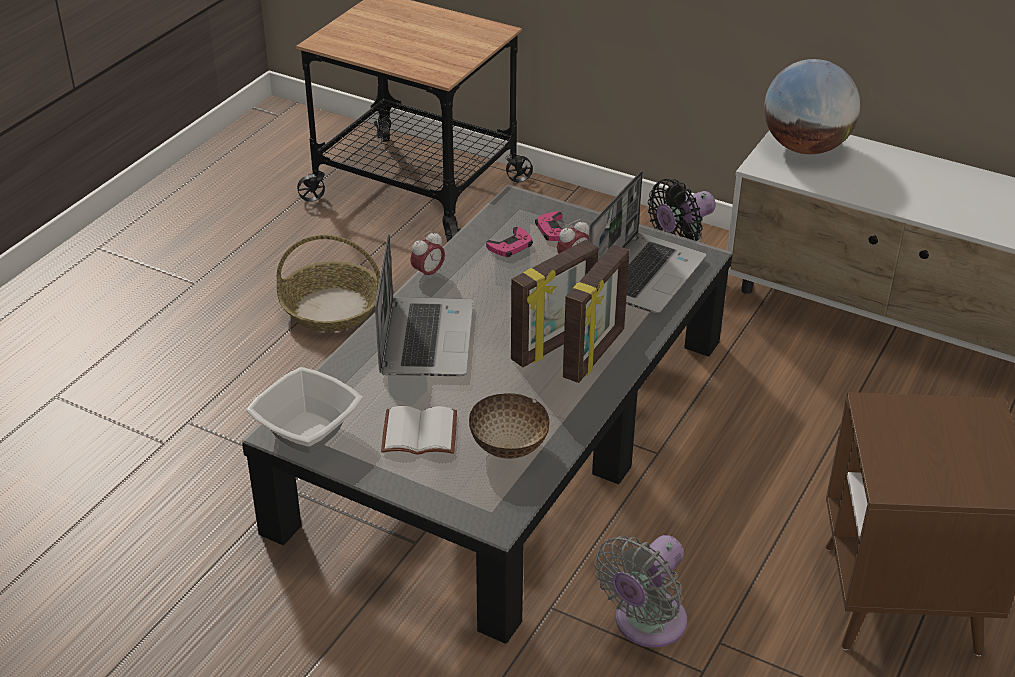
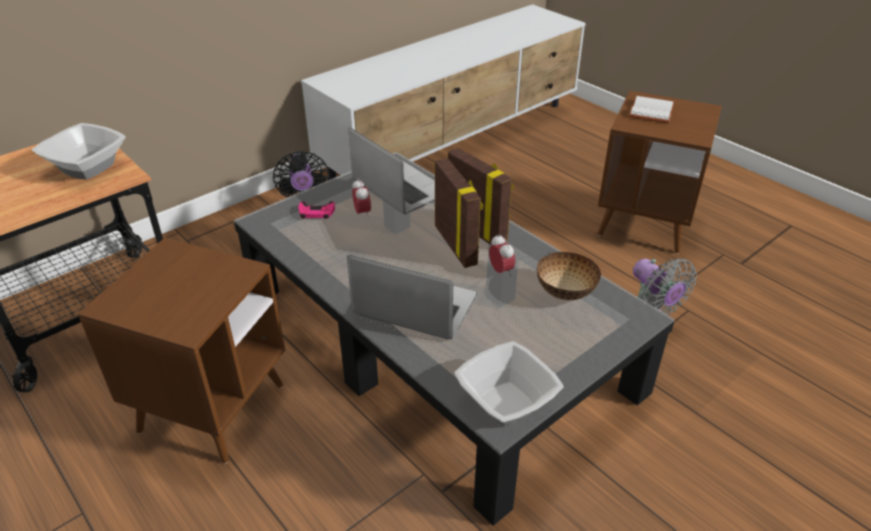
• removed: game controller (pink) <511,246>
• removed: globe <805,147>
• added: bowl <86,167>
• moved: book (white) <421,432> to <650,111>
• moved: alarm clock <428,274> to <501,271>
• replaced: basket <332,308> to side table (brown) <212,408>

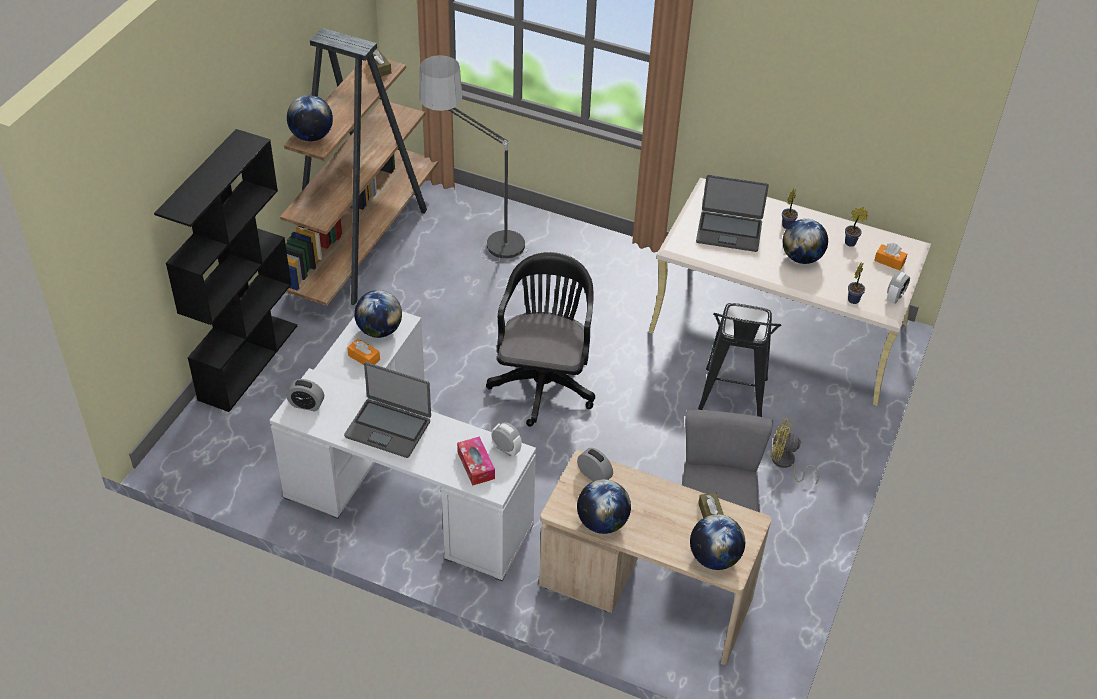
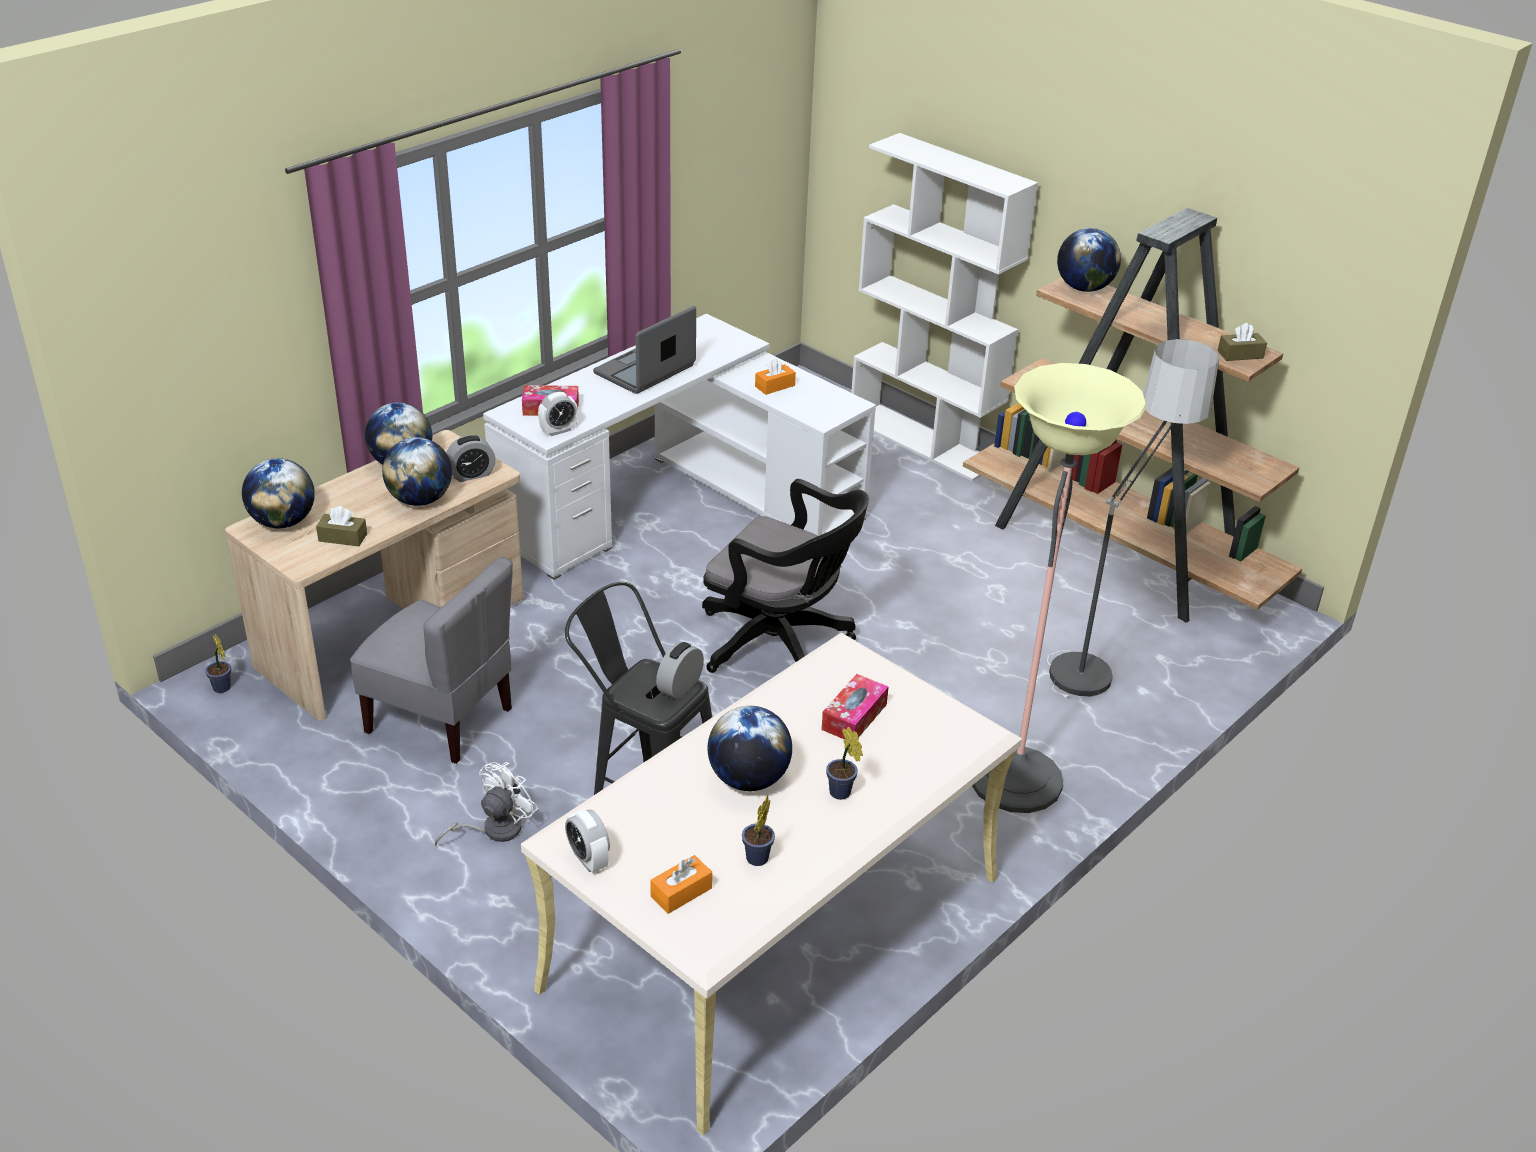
• added: floor lamp <1015,780>
• moved: alarm clock <306,404> to <680,687>
• moved: globe <379,330> to <420,500>
• moved: potted plant <854,299> to <223,689>
• replaced: laptop <729,231> to tissue box <854,717>
• recoloured: bookcase (black) <248,361> to bookcase (white) <924,442>
• recoloured: fan (yellow) <785,463> to fan (white) <493,829>

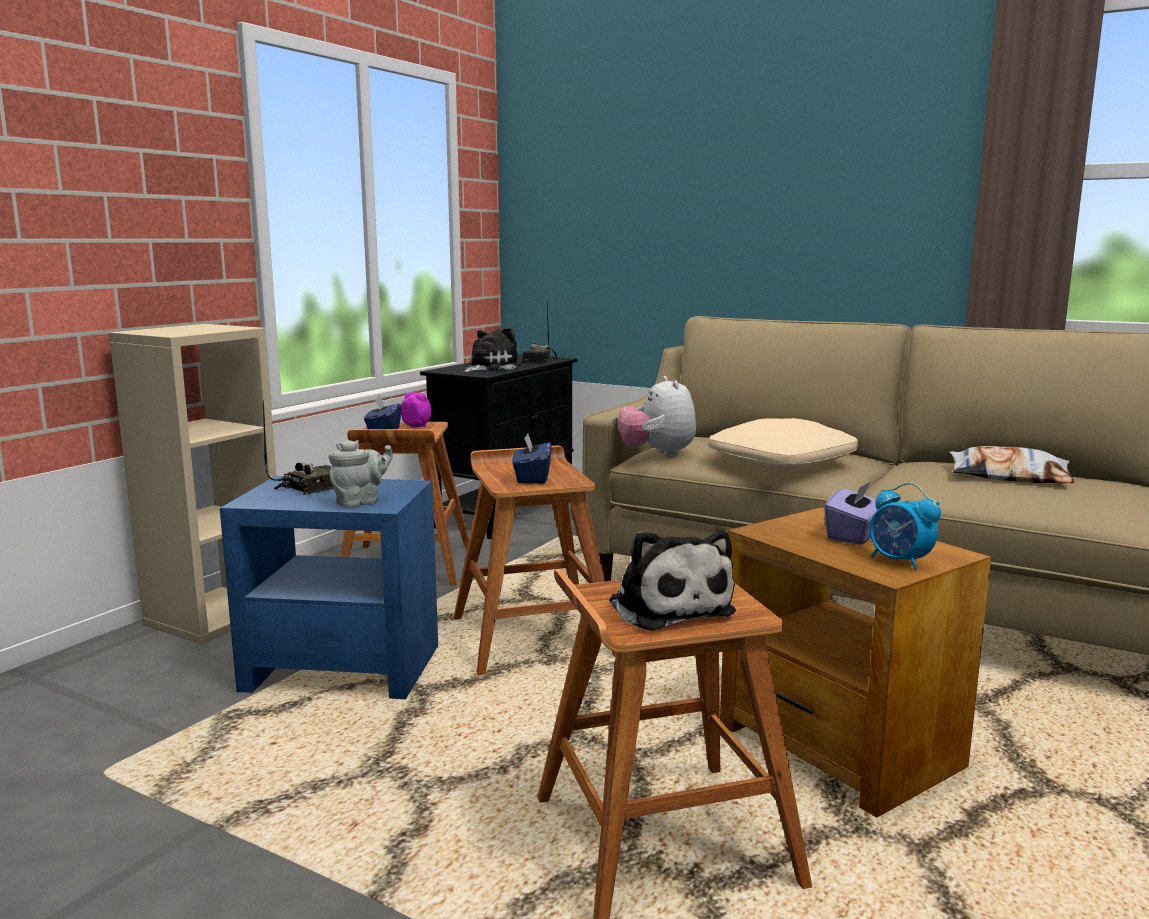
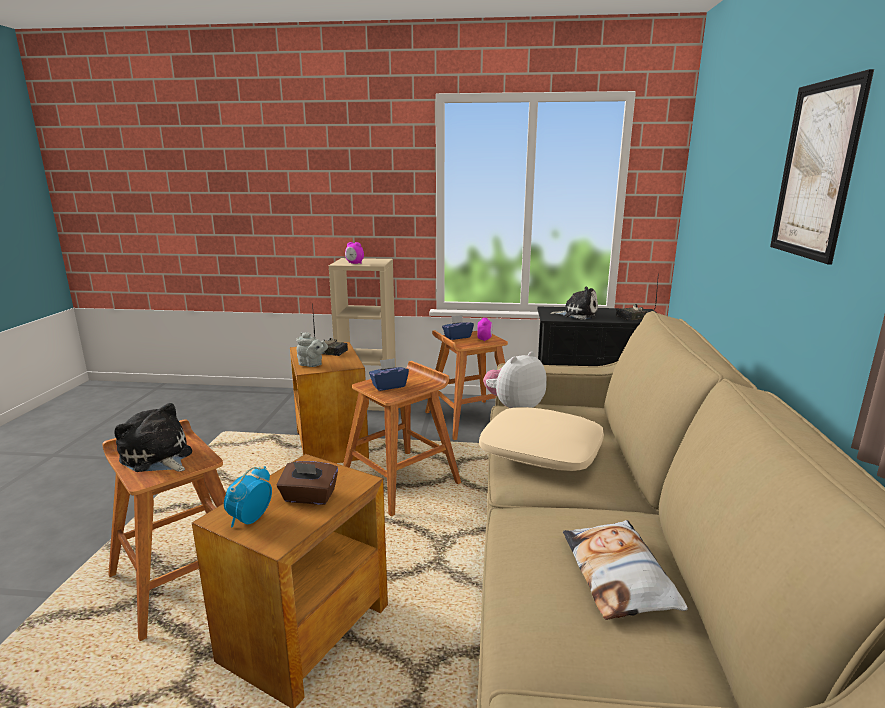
• added: alarm clock <354,263>
• added: picture <816,171>
• recoloured: side table (blue) <341,668> to side table (brown) <331,444>
• recoloured: tissue box (purple) <854,535> to tissue box (brown) <309,497>
• turned: plush toy <668,607> = <158,458> 90 degrees clockwise

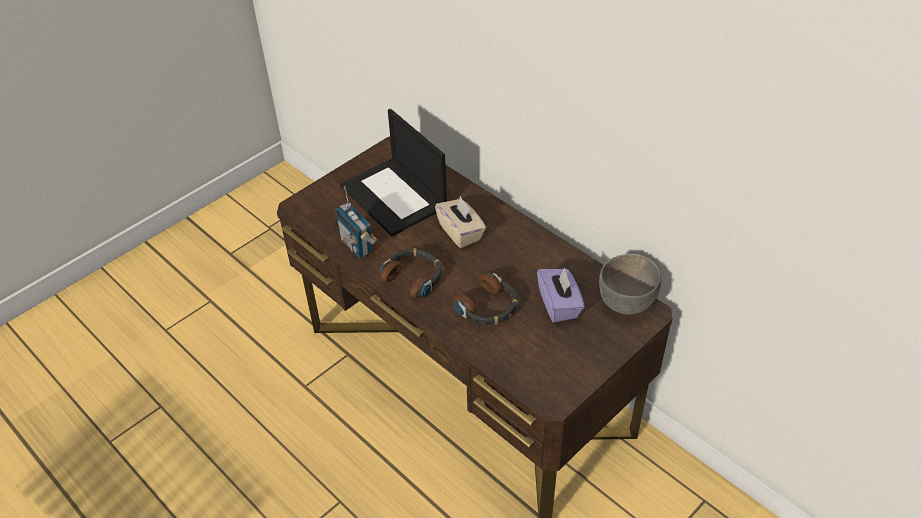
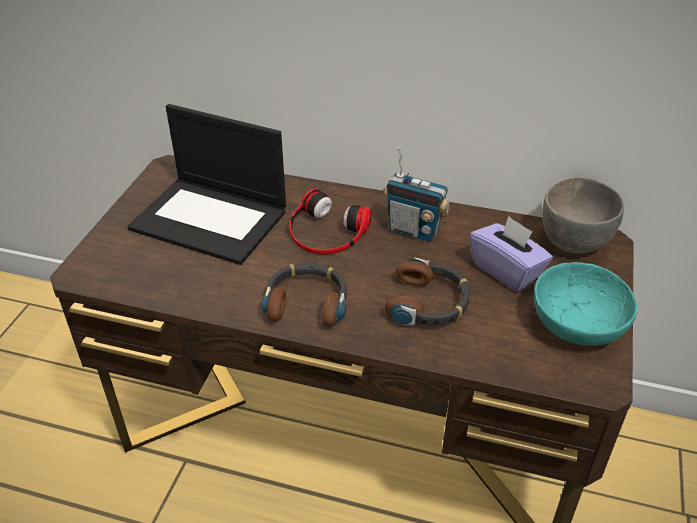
• added: bowl (turquoise) <576,324>
• moved: radio <357,246> to <414,230>
• replaced: tissue box (beige) <461,232> to headphones <326,232>

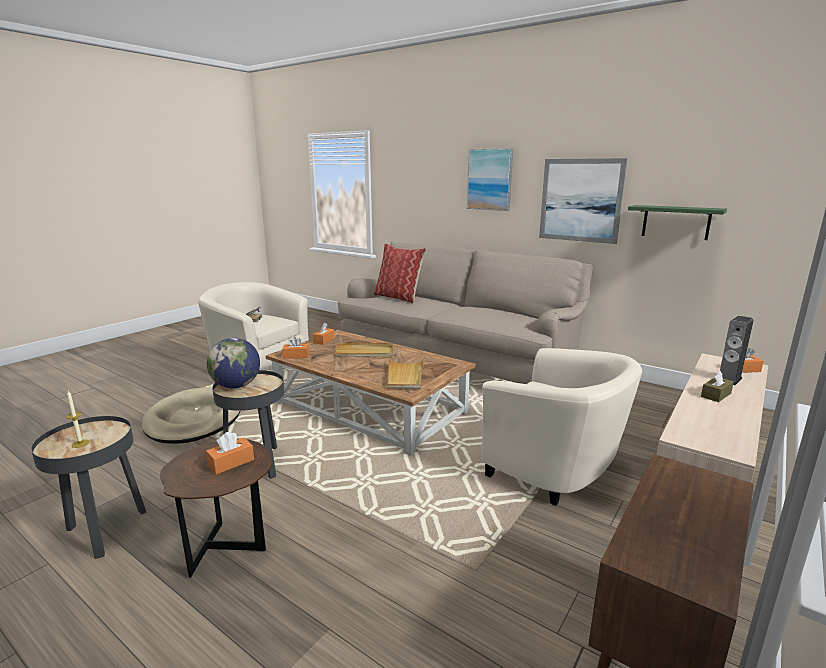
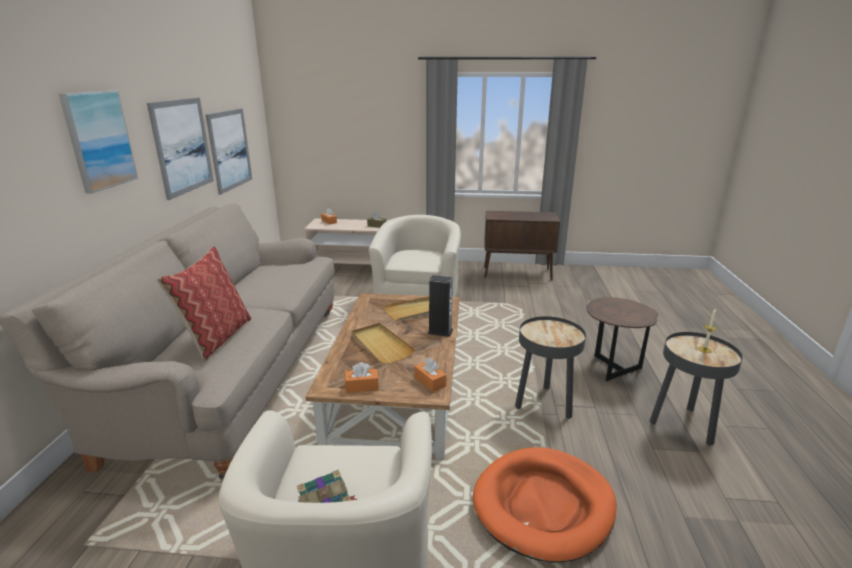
• removed: tissue box (orange) <231,462>
• removed: globe <236,386>
• moved: speaker <729,379> to <440,331>
• replaced: shelf (green) <676,222> to picture <230,149>
• recoloured: dog bed (beige) <194,419> to dog bed (orange) <543,505>

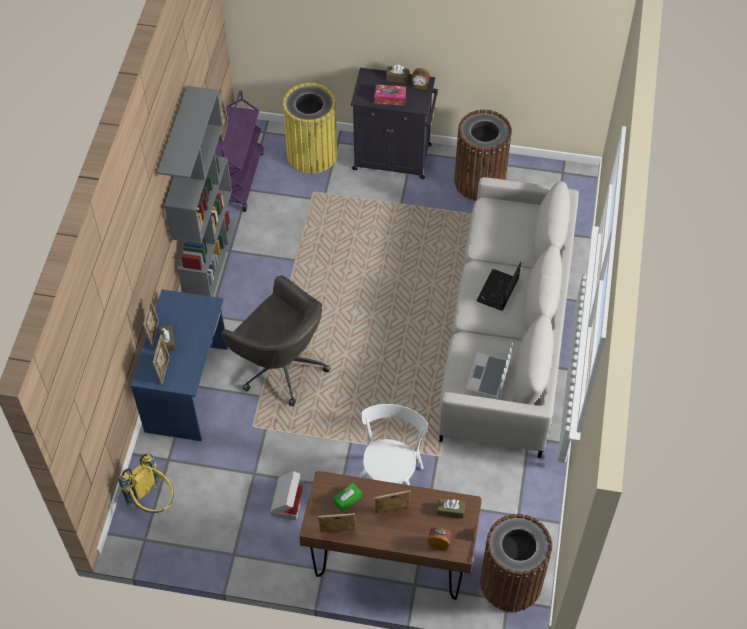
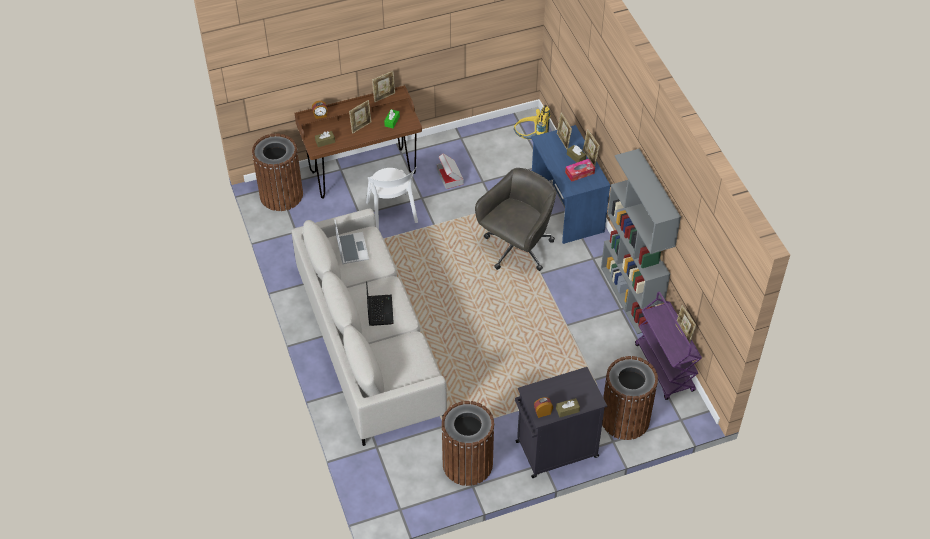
• moved: tissue box <390,98> to <579,173>
• recoloured: trash can (yellow) <312,154> to trash can (brown) <625,419>
• turned: office chair (grey) <281,366> = <517,249> 120 degrees clockwise

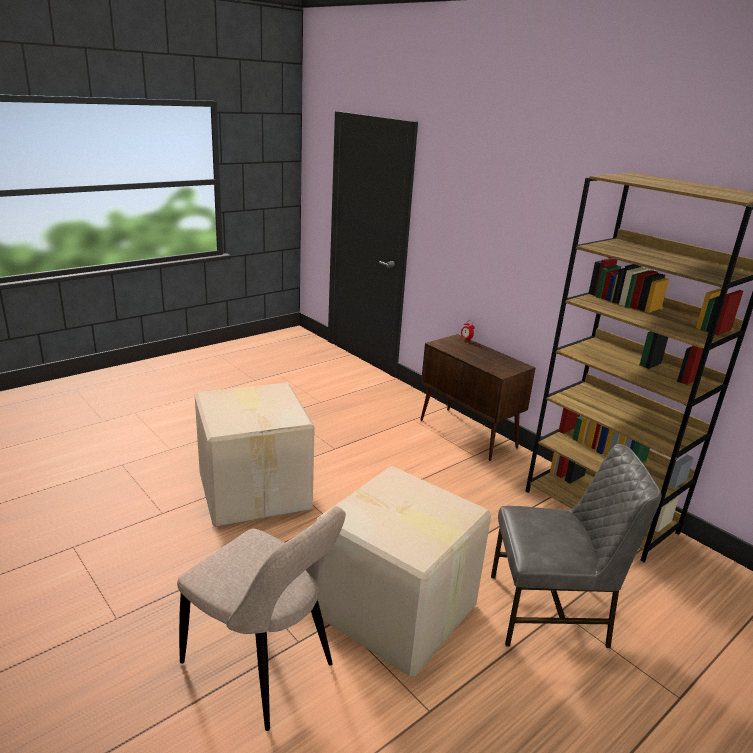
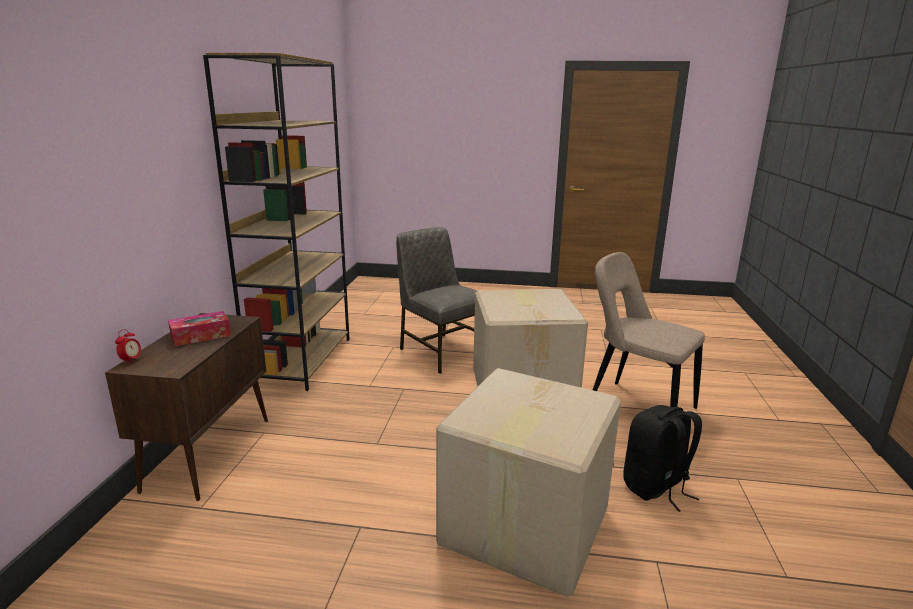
• added: tissue box <201,336>
• added: backpack (black) <656,488>
• turned: chair (beige) <262,667> = <636,406> 45 degrees counterclockwise

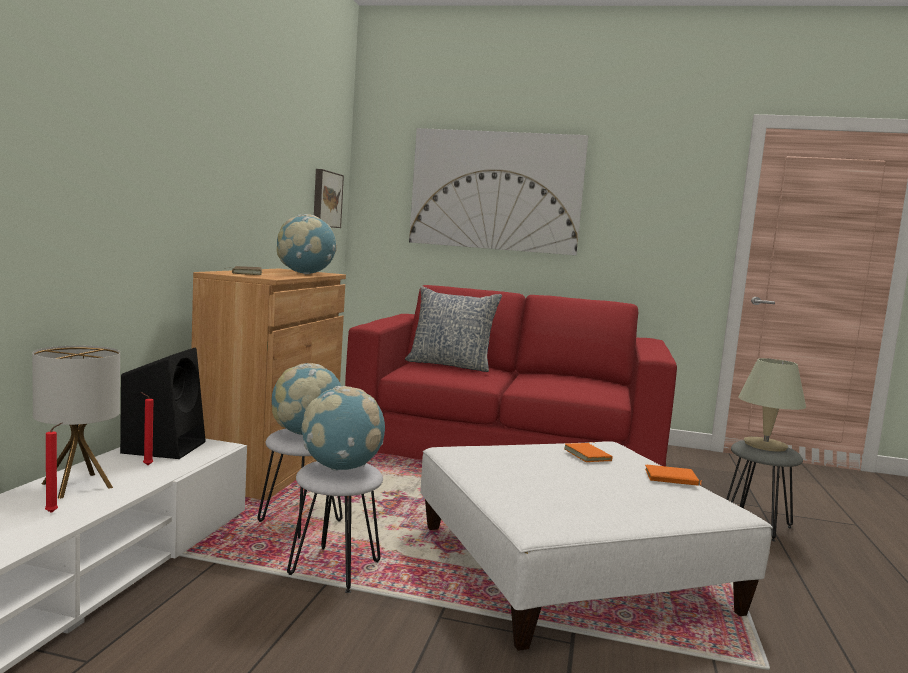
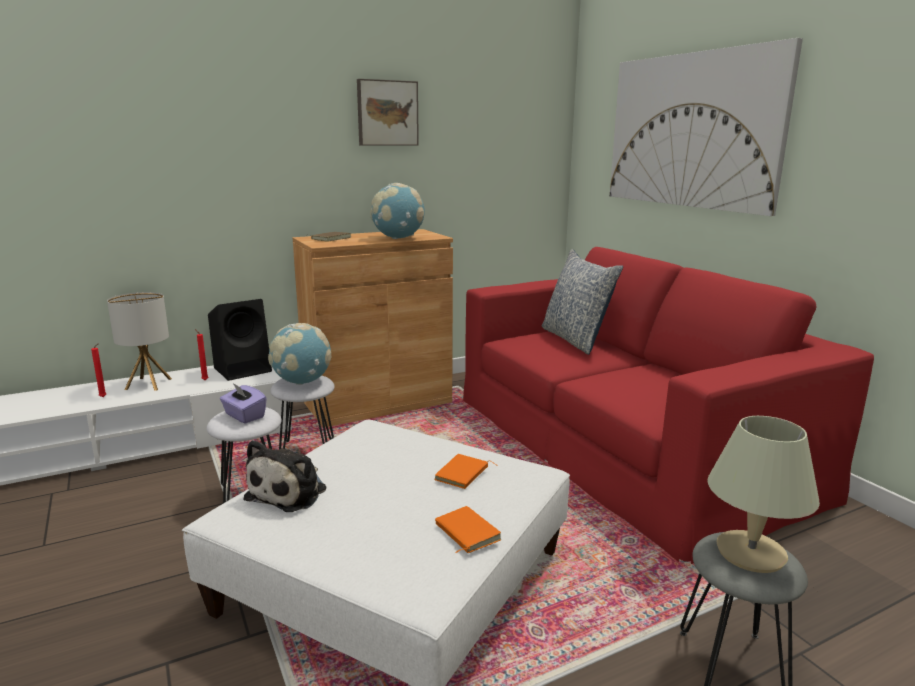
• added: plush toy <290,492>
• moved: picture <325,199> to <387,113>
• replaced: globe <342,468> to tissue box (purple) <244,416>

